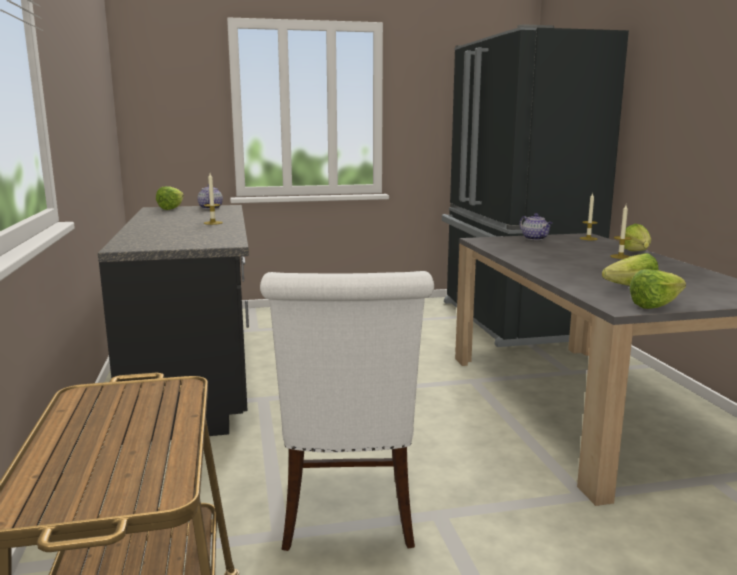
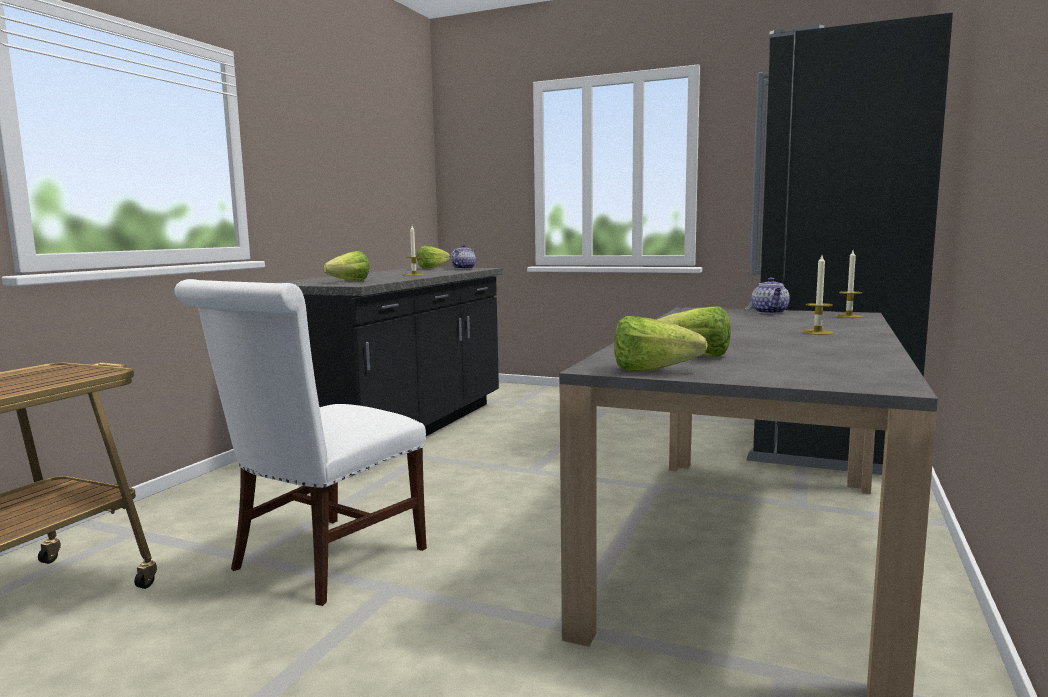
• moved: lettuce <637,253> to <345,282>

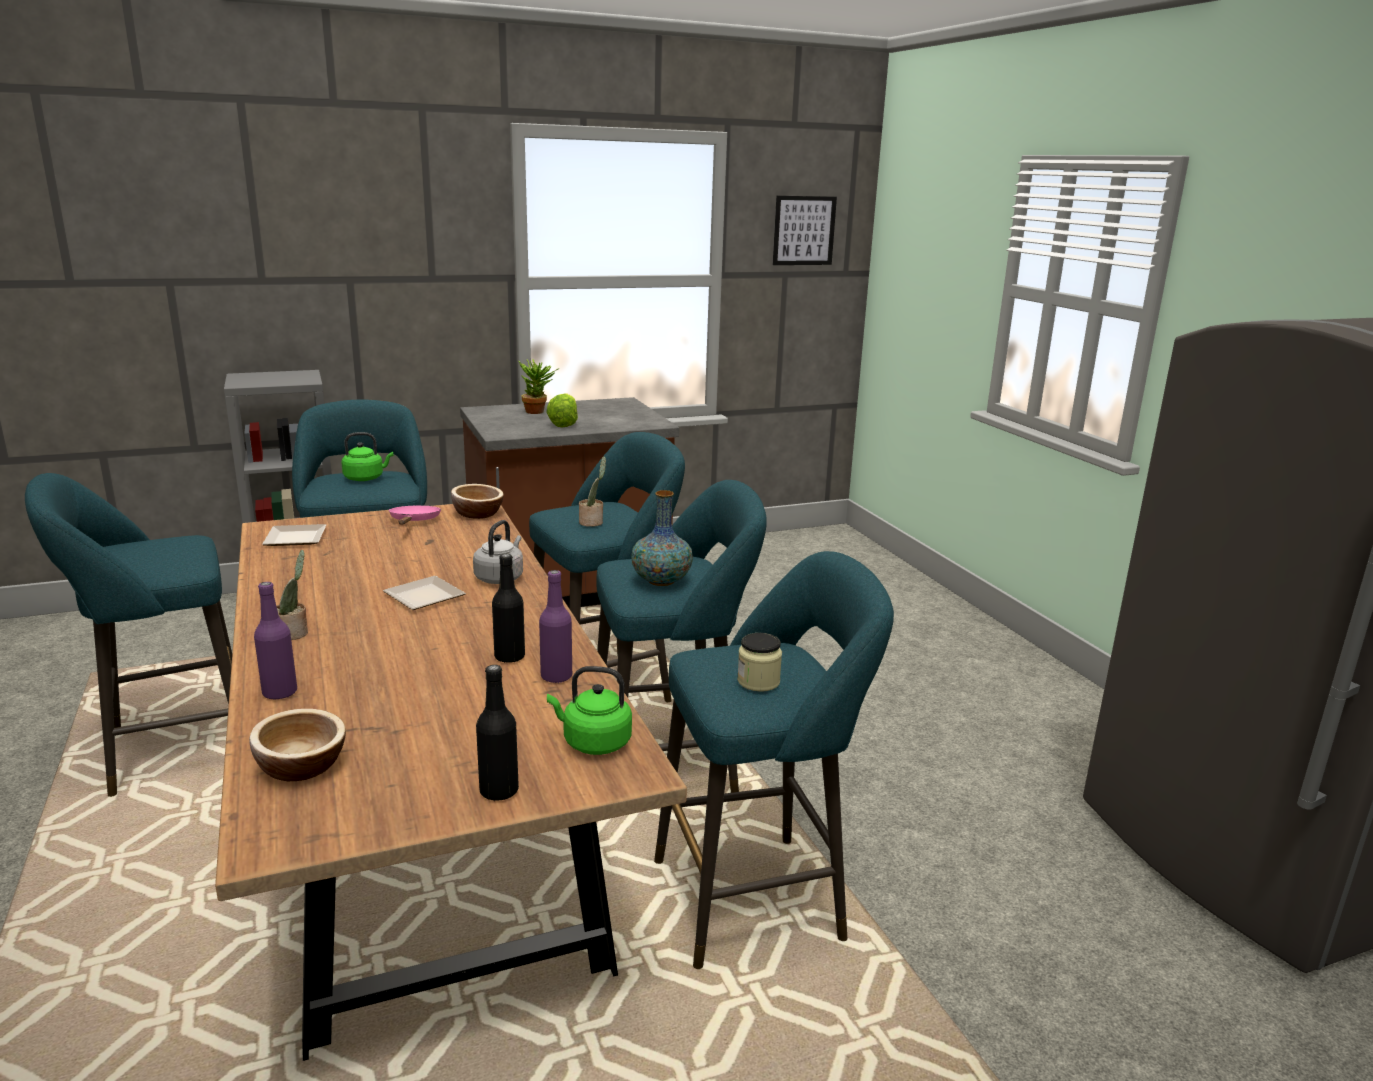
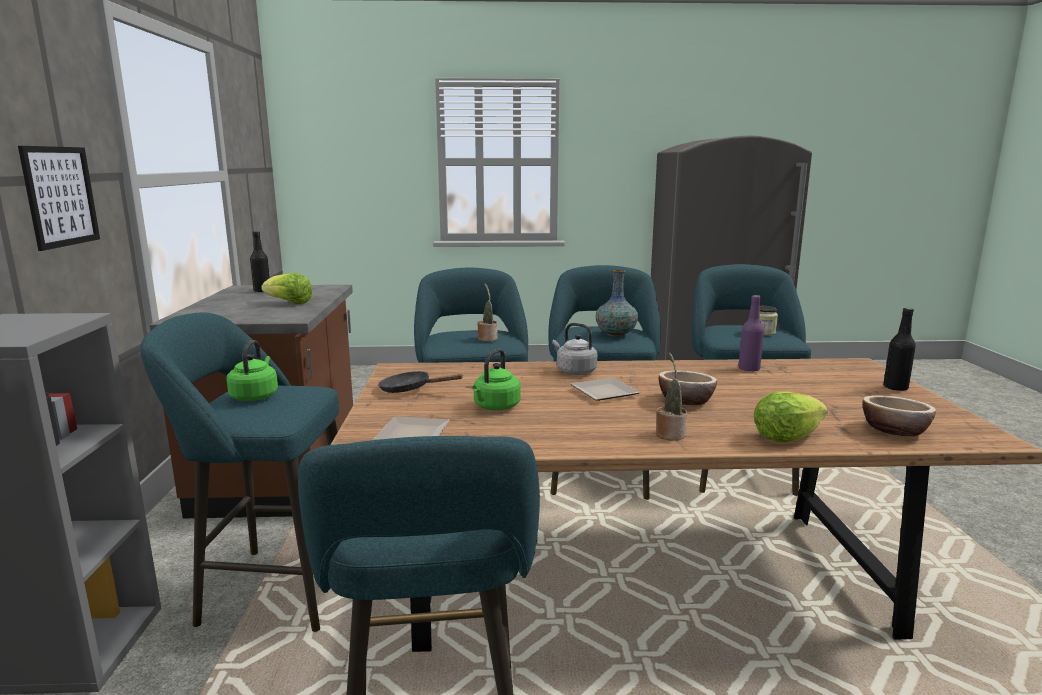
• removed: potted plant <538,412>
• moved: bowl <478,514> to <685,401>
• moved: bottle (black) <509,657> to <262,291>
• moved: kettle (green) <593,742> to <495,407>
• moved: picture <804,230> to <60,196>
• replaced: bottle (purple) <280,693> to lettuce <785,437>
• recoloured: frying pan (pink) <414,522> to frying pan (black) <410,389>

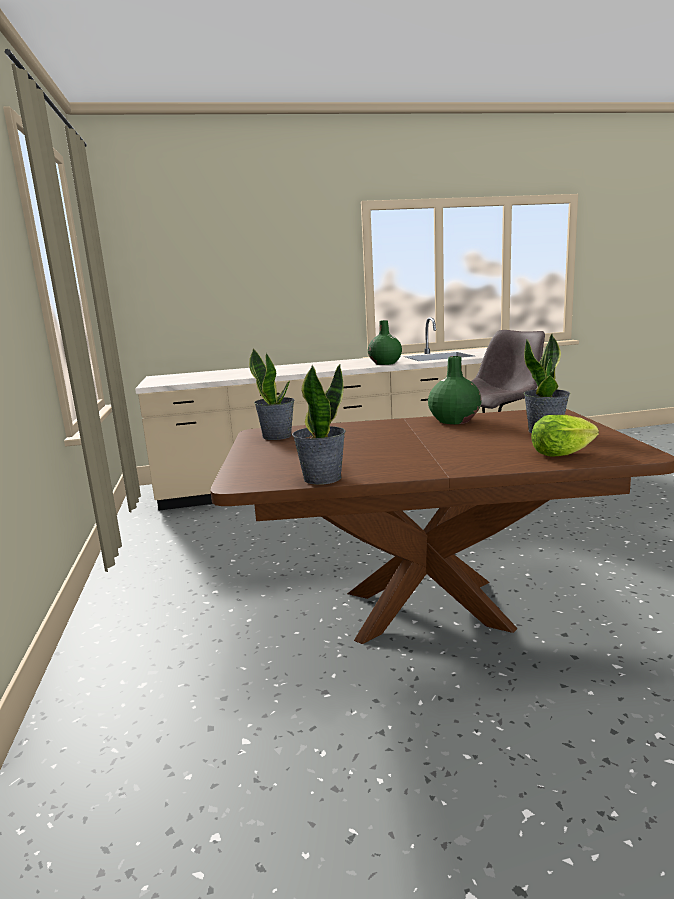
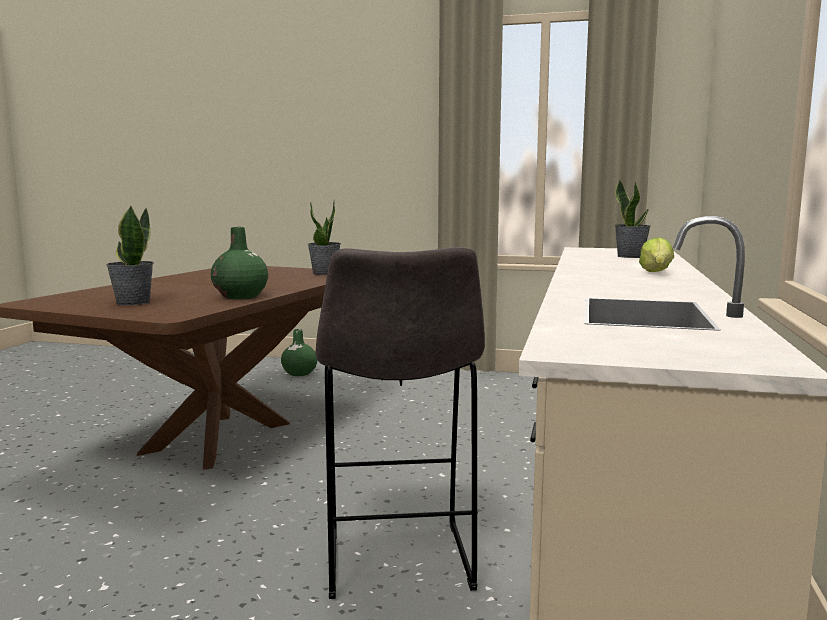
• moved: potted plant <321,478> to <630,256>
• moved: vase (green) <385,363> to <299,373>
• moved: lettuce <560,454> to <656,272>

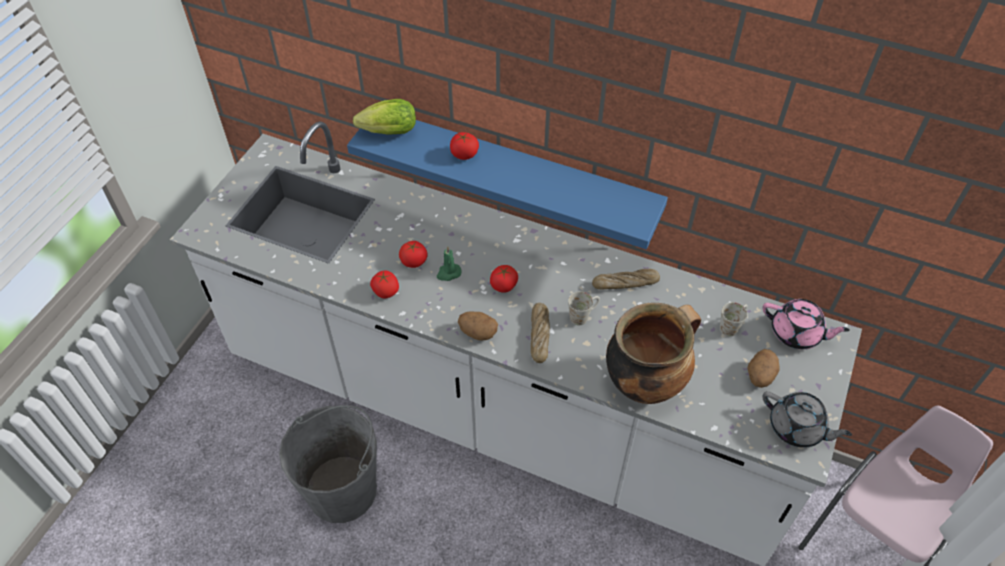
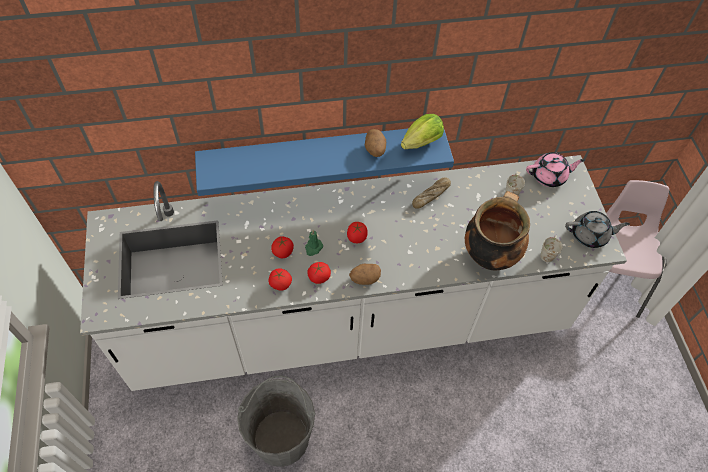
• removed: bread <539,335>
• moved: lettuce <386,132> to <419,144>
• moved: tomato <464,154> to <319,277>
• moved: mug (white) <583,315> to <548,253>
• moved: potato <760,376> to <375,150>

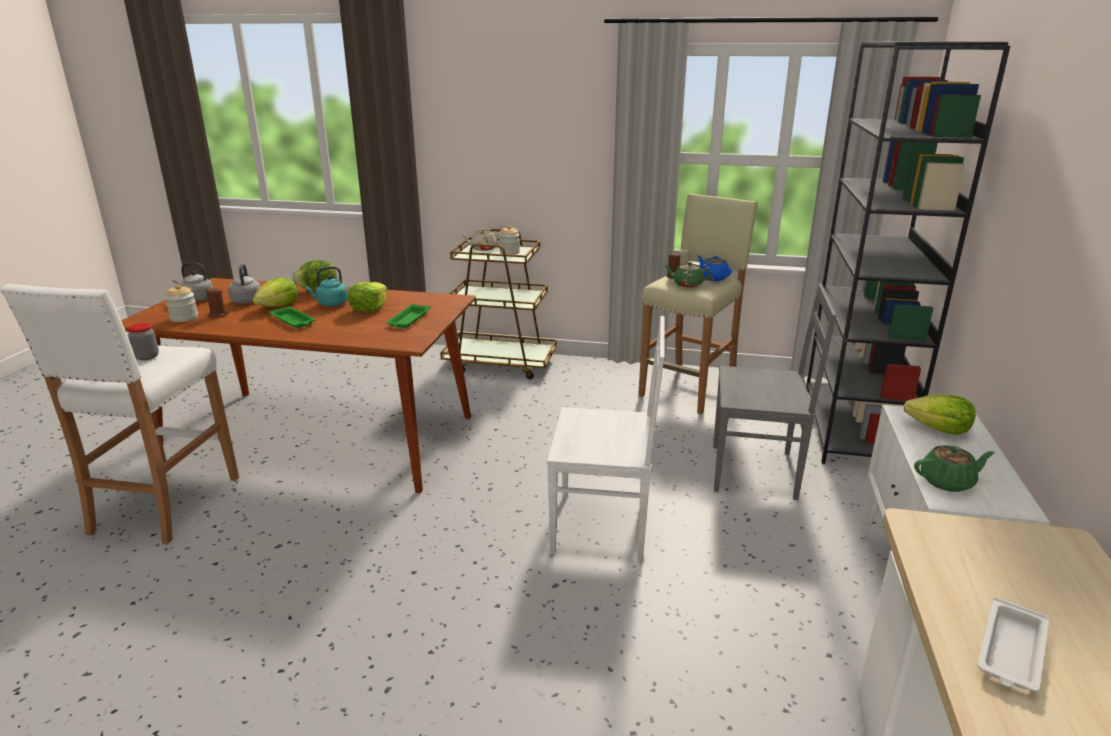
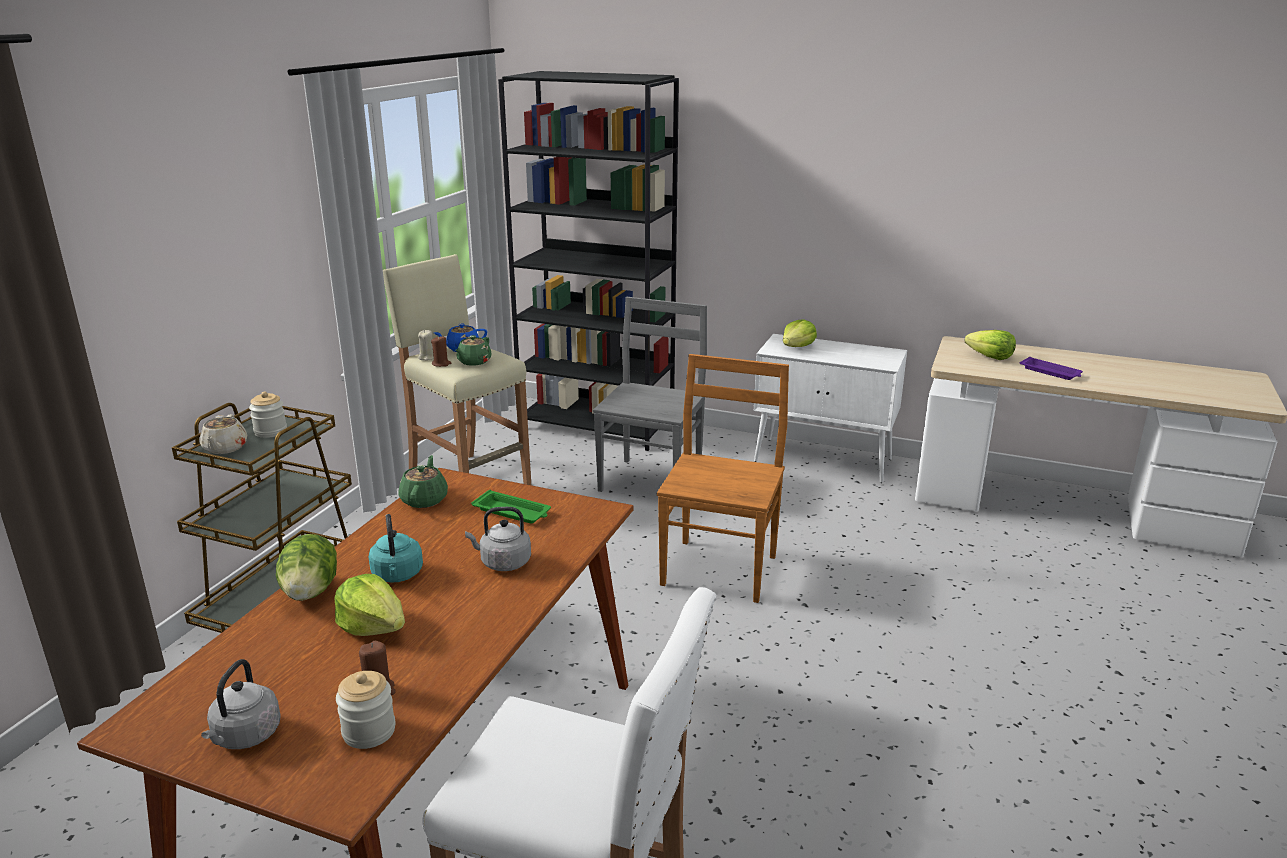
• removed: jar <147,357>
• removed: tray (green) <293,321>
• moved: kettle (grey) <247,300> to <503,563>
• moved: lettuce <369,308> to <990,357>
• moved: teapot (green) <947,482> to <424,499>
• recoloured: chair (white) <604,526> to chair (brown) <720,568>
• recoloured: tray (white) <1011,651> to tray (purple) <1051,372>

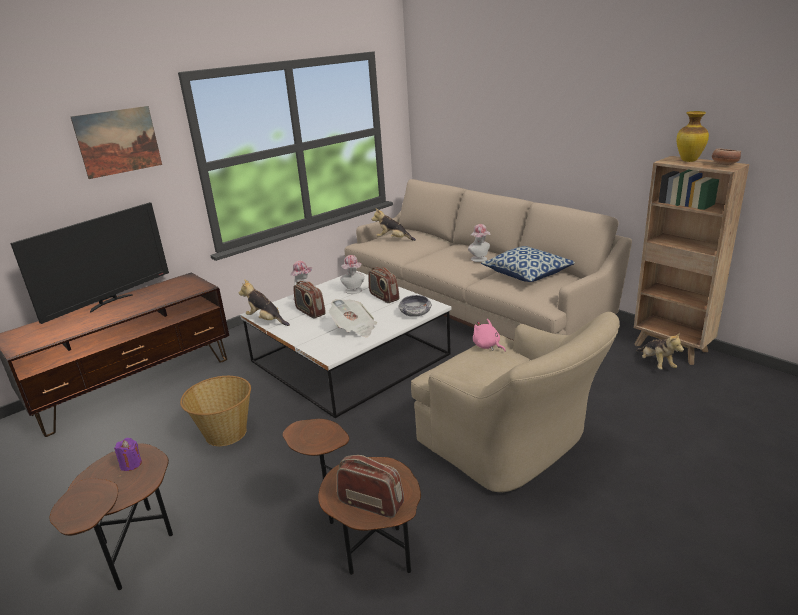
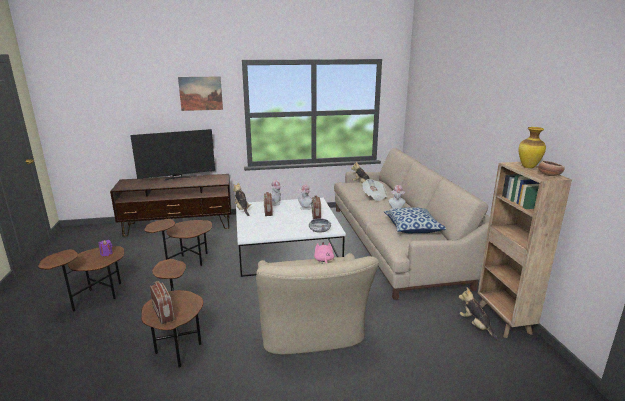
• moved: newspaper <354,329> to <374,196>
• replaced: basket <225,433> to side table (brown) <186,263>
• turned: plush toy <656,364> = <476,326> 135 degrees clockwise

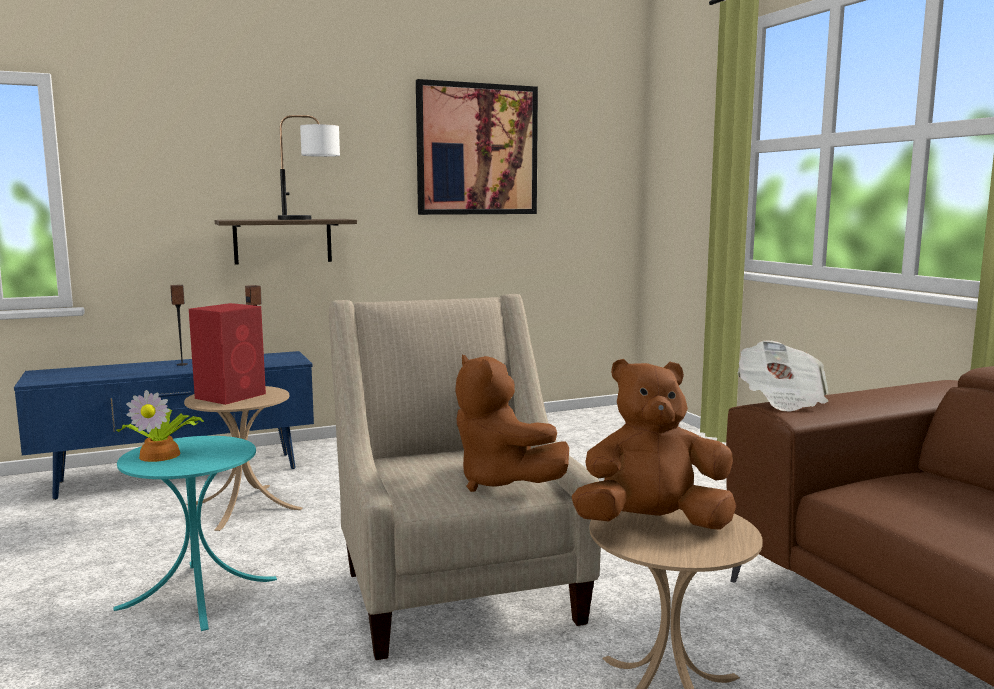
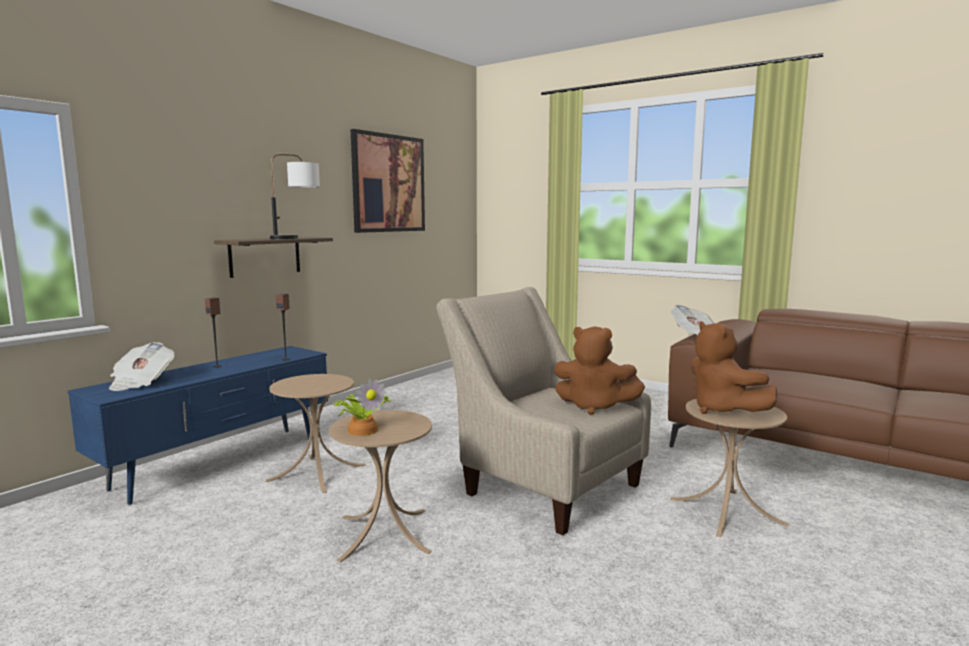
• removed: speaker (red) <232,396>
• added: newspaper <141,382>
• recoloured: side table (turquoise) <198,593> to side table (beige) <384,533>
• turned: plush toy (brown) <652,525> = <722,410> 75 degrees counterclockwise

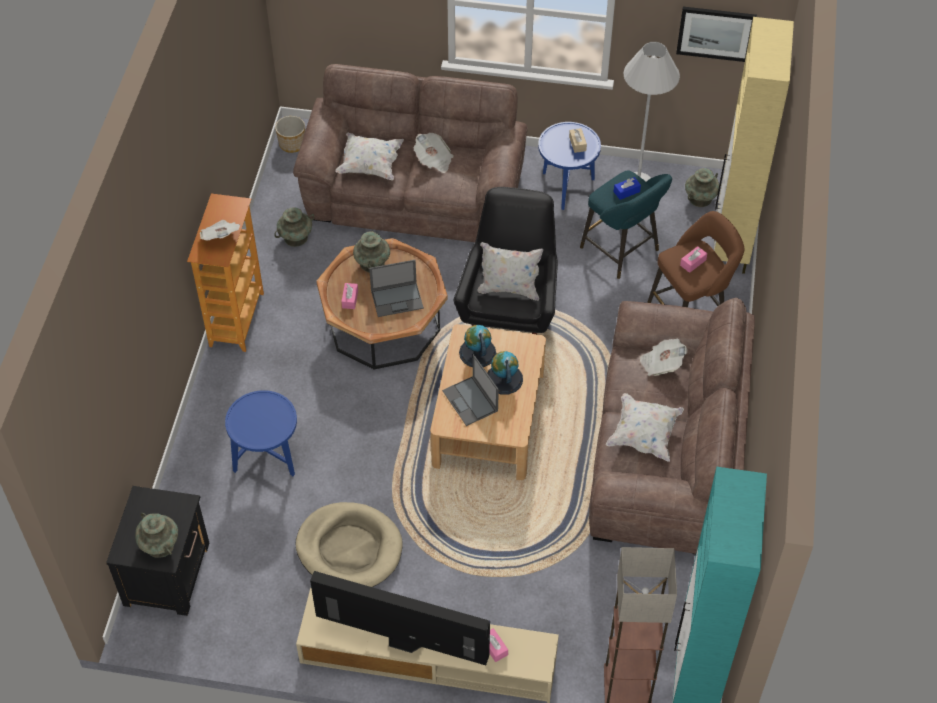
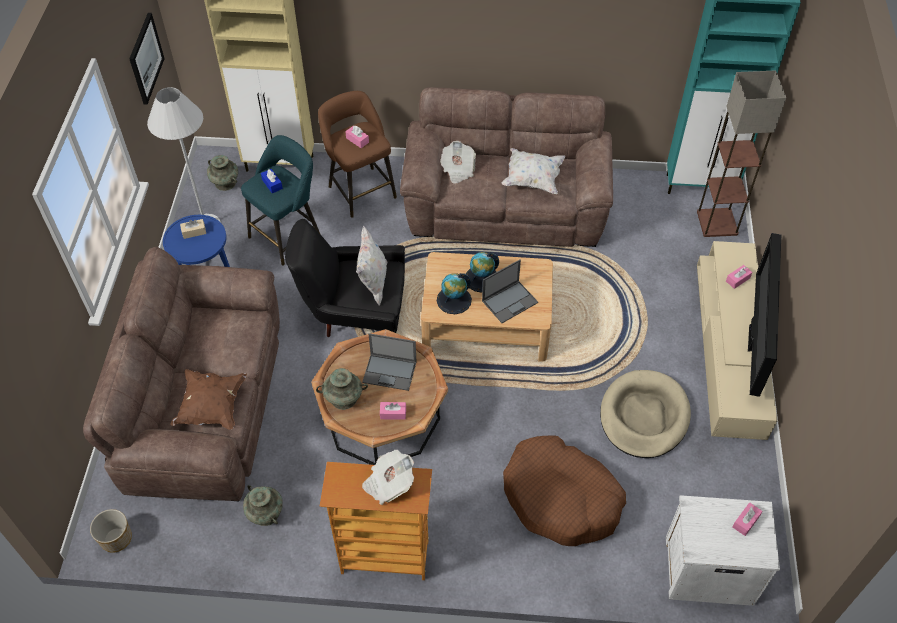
• removed: newspaper <434,160>
• replaced: vase (turquoise) <159,545> to tissue box (pink) <745,521>
• replaced: side table (blue) <268,460> to dog bed (brown) <561,498>
• recoloured: nightstand (black) <168,573> to nightstand (white) <707,569>
• recoloured: pillow (white) <370,165> to pillow (brown) <212,407>
• turned: laptop <397,299> = <390,372> 120 degrees clockwise

